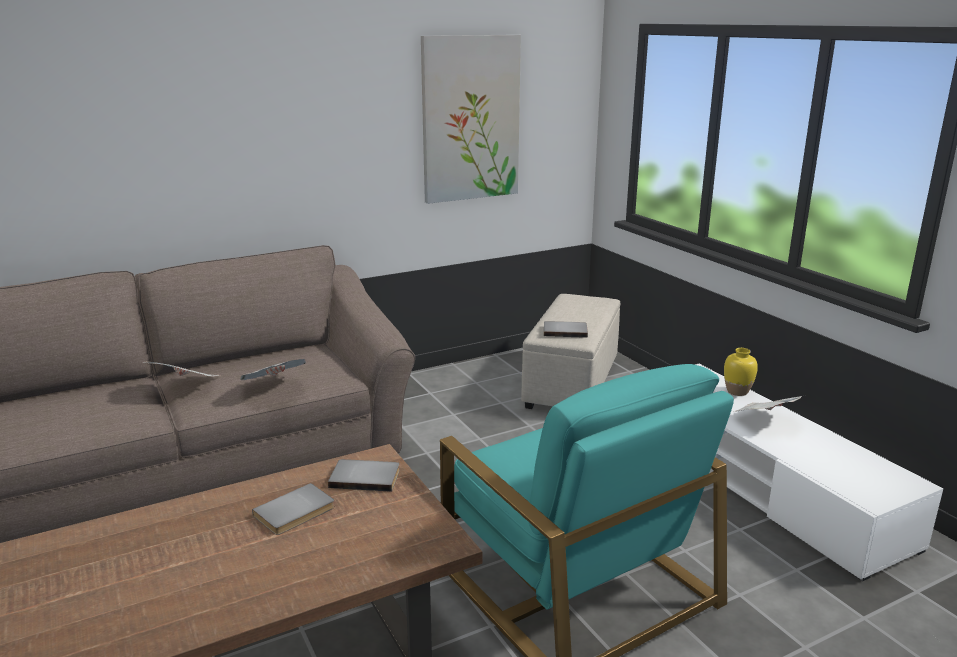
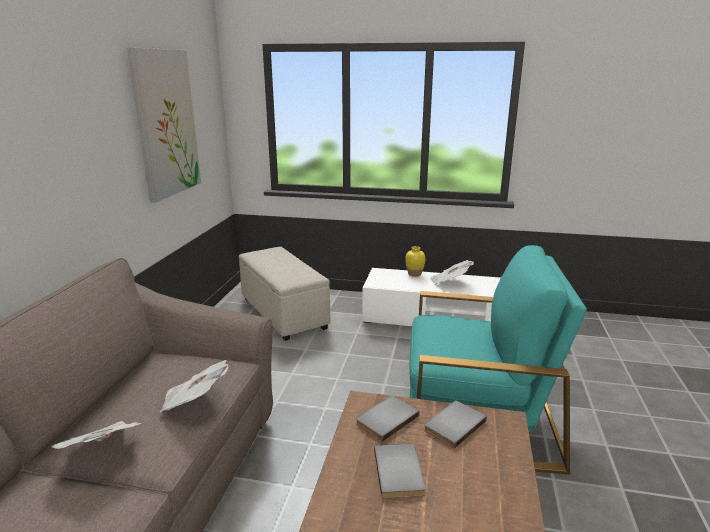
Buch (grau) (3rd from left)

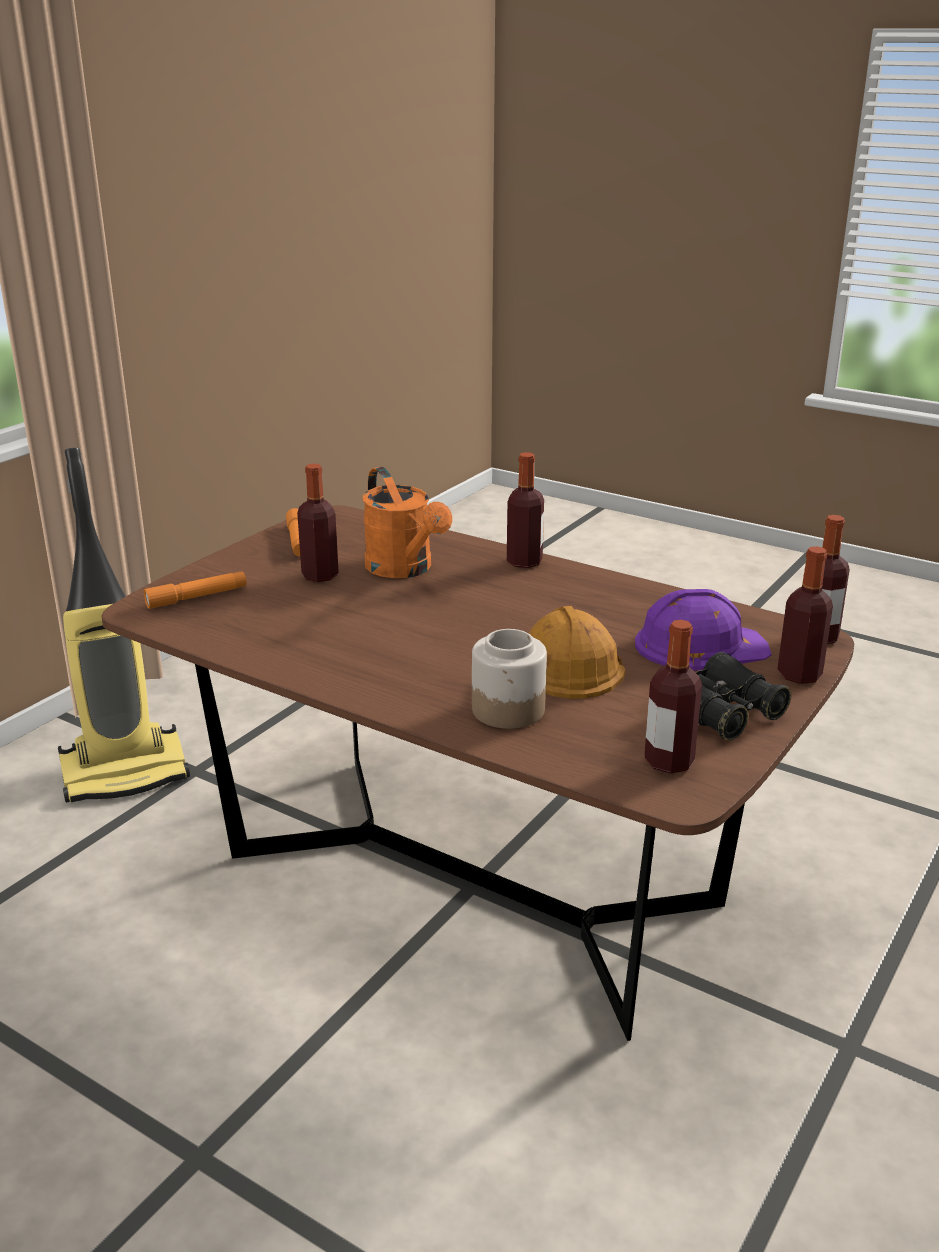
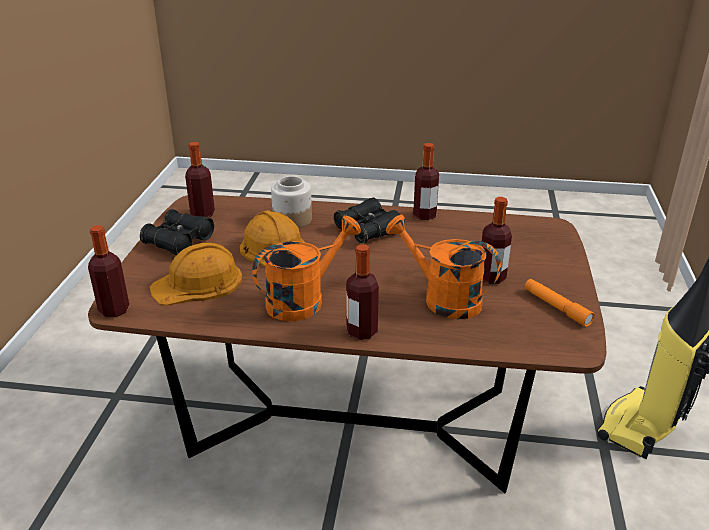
Schutzhelm (orange) (1st from left)
Gießkanne (orange) (1st from left)
Fernglas (schwarz) (2nd from left)
Flasche (4th from left)
Taschenlampe (orange) (1st from left in the first image)

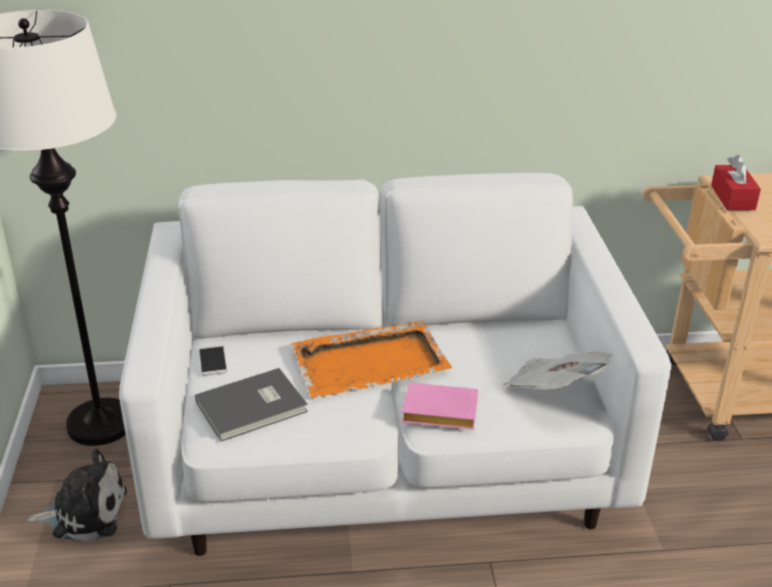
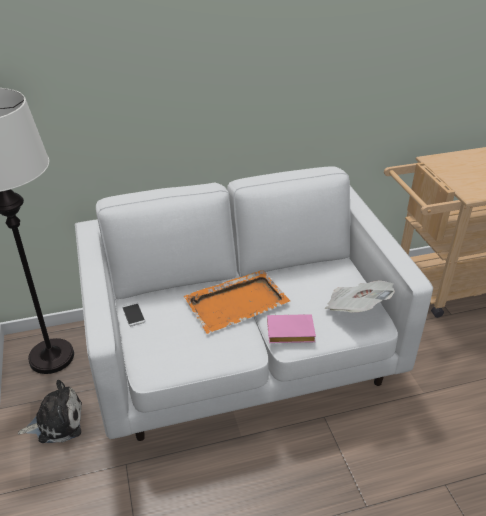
Buch (grau)
Taschentuchbox (rot)

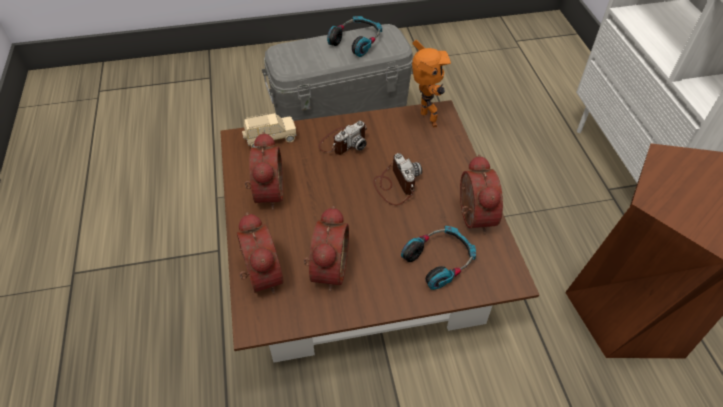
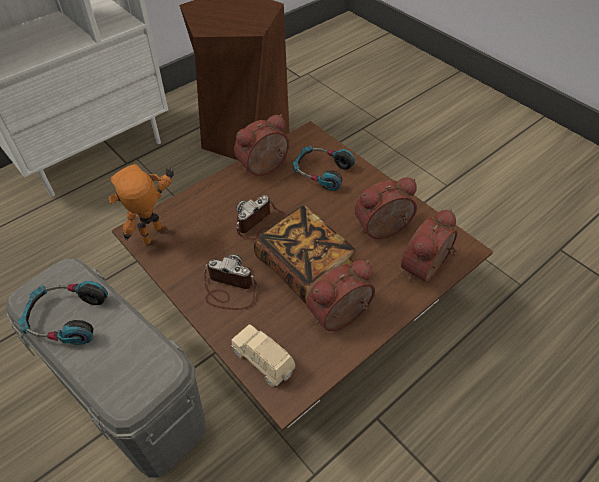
Buch

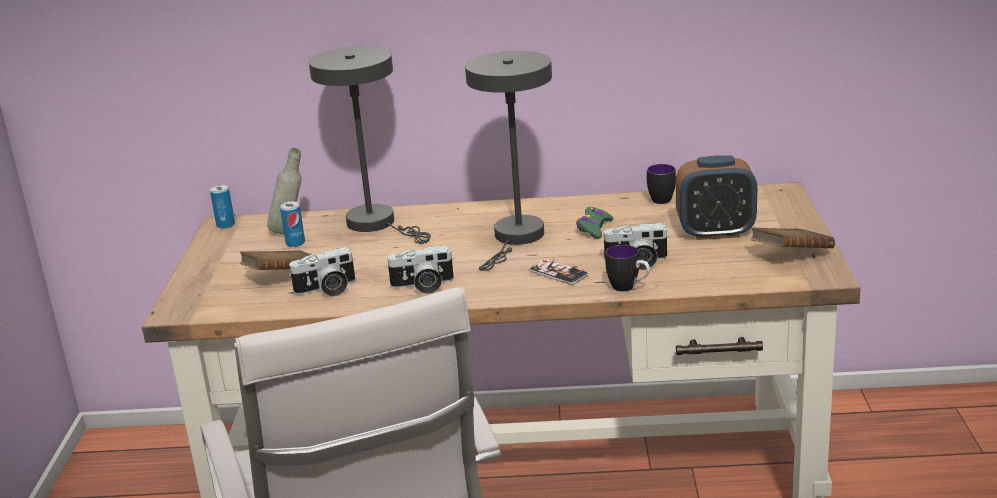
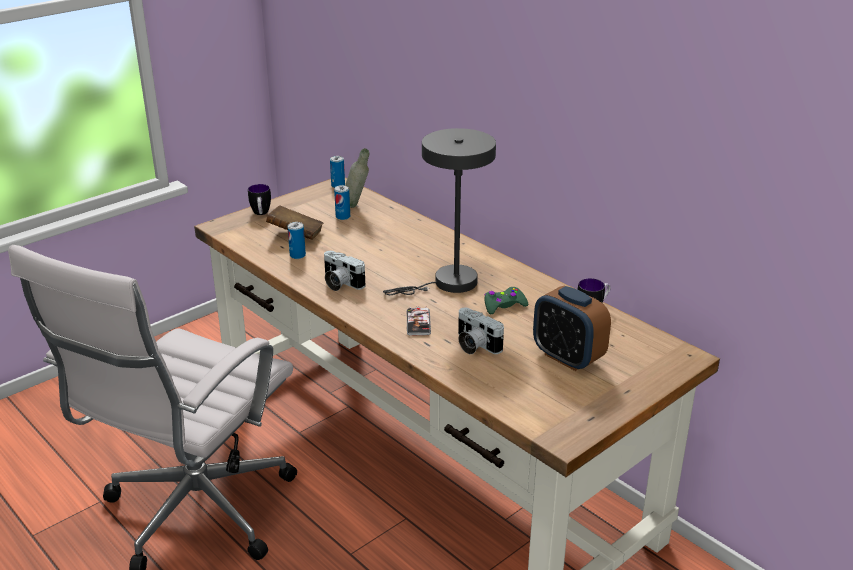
Henkelbecher (1st from left)
Dose (1st from left)
Tischlampe (grau) (1st from left in the first image)
Buch (braun) (2nd from left in the first image)

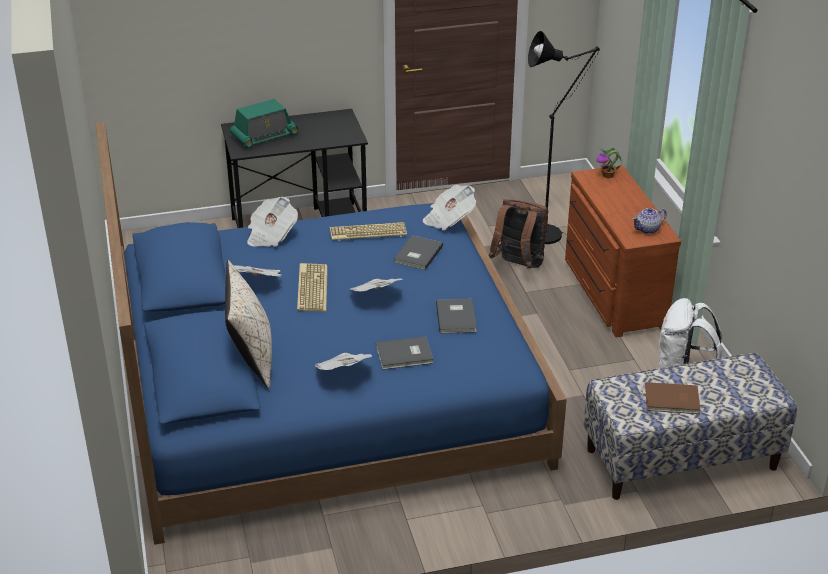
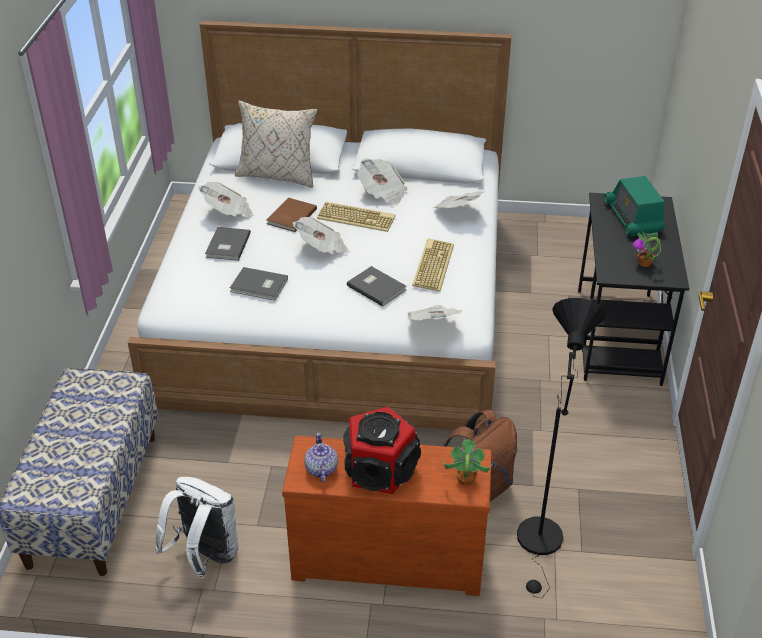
Bett (weiß)
Buch (braun)
Lautsprecher
Topfpflanze (2nd from left)

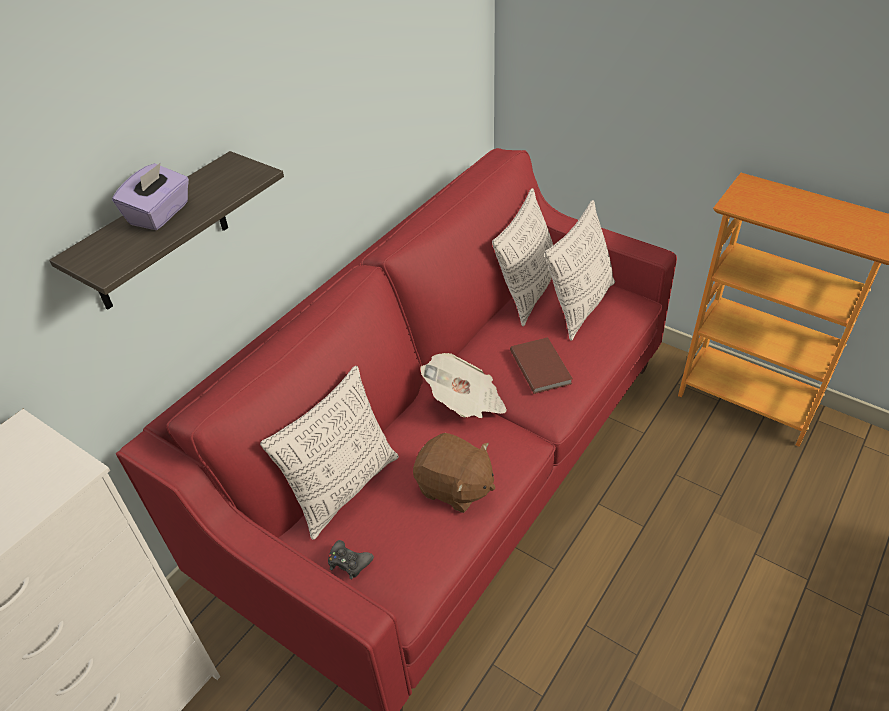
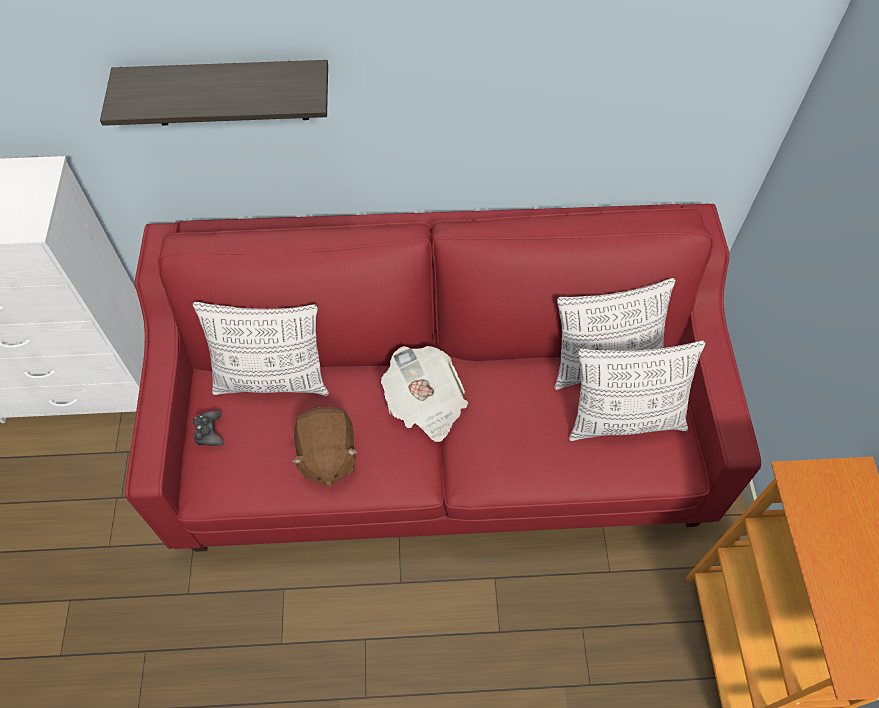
Taschentuchbox (lila)
Buch (braun)

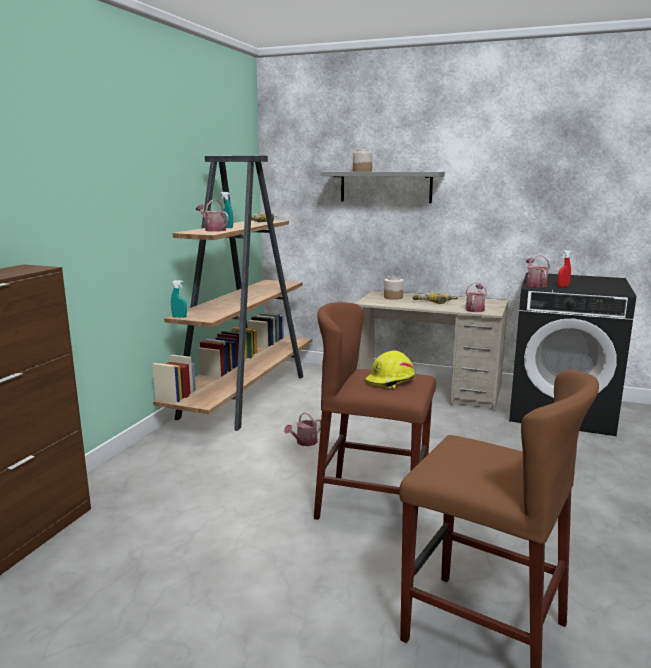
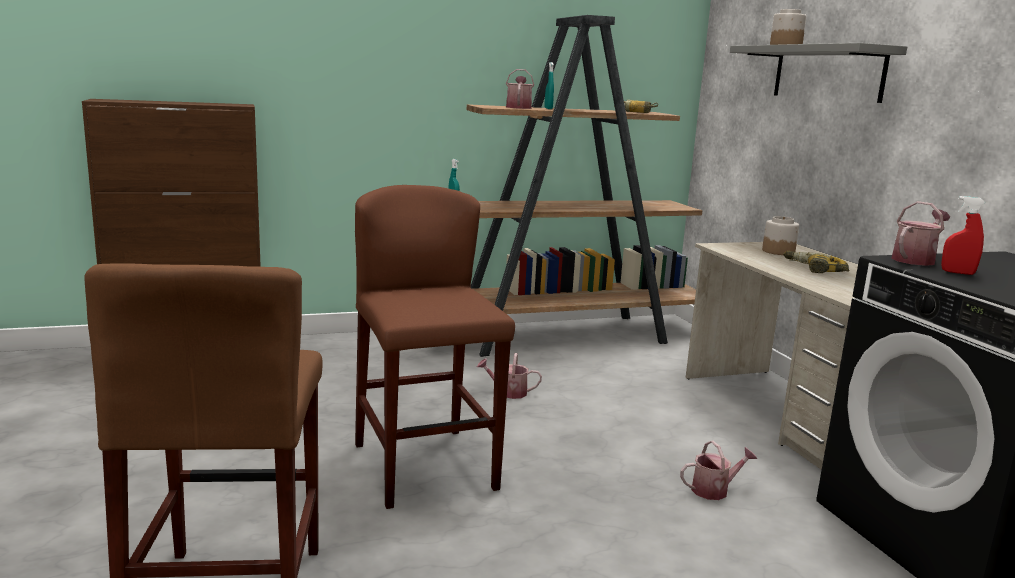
Gießkanne (3rd from left)
Schutzhelm (gelb)

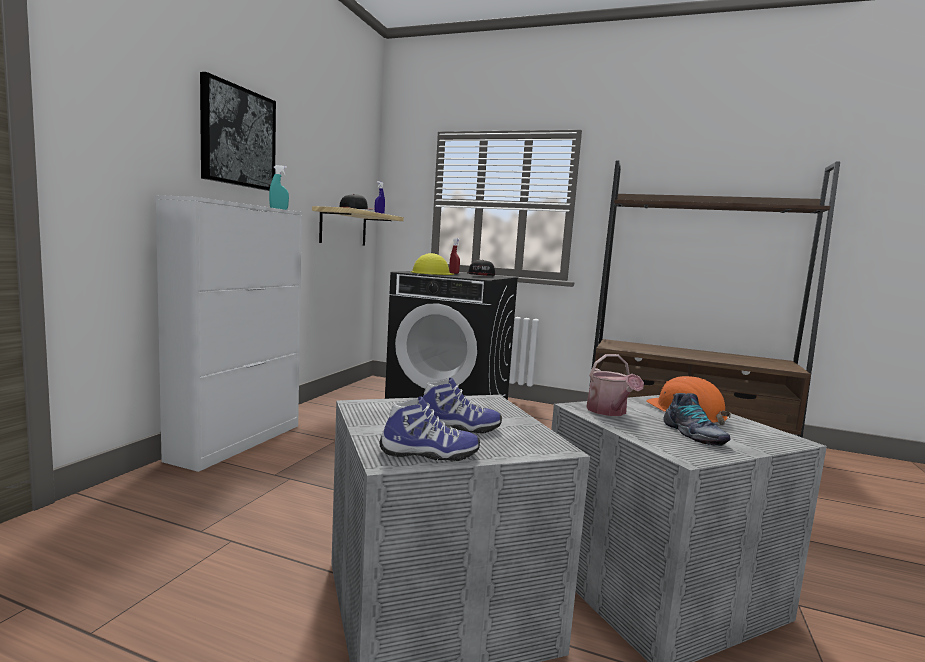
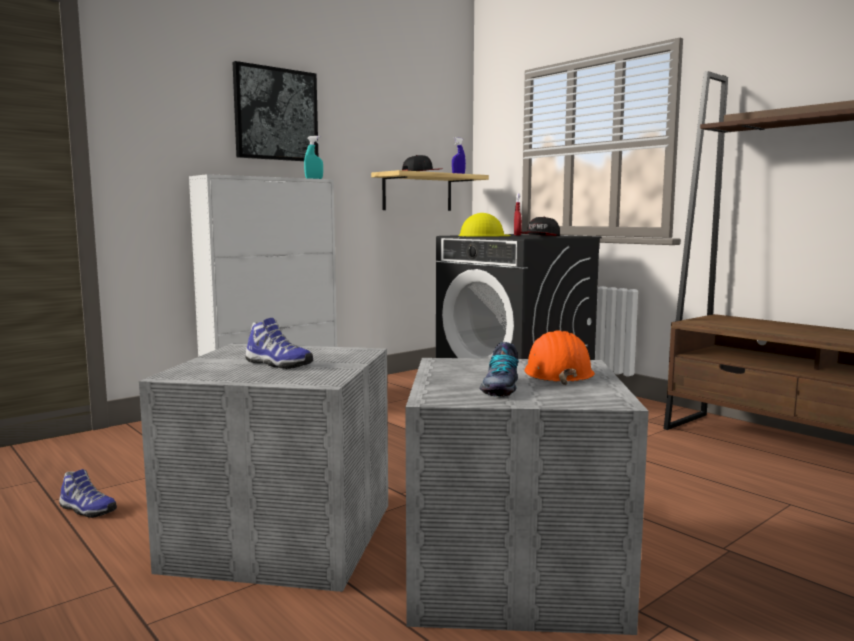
Schuh (1st from left)
Gießkanne

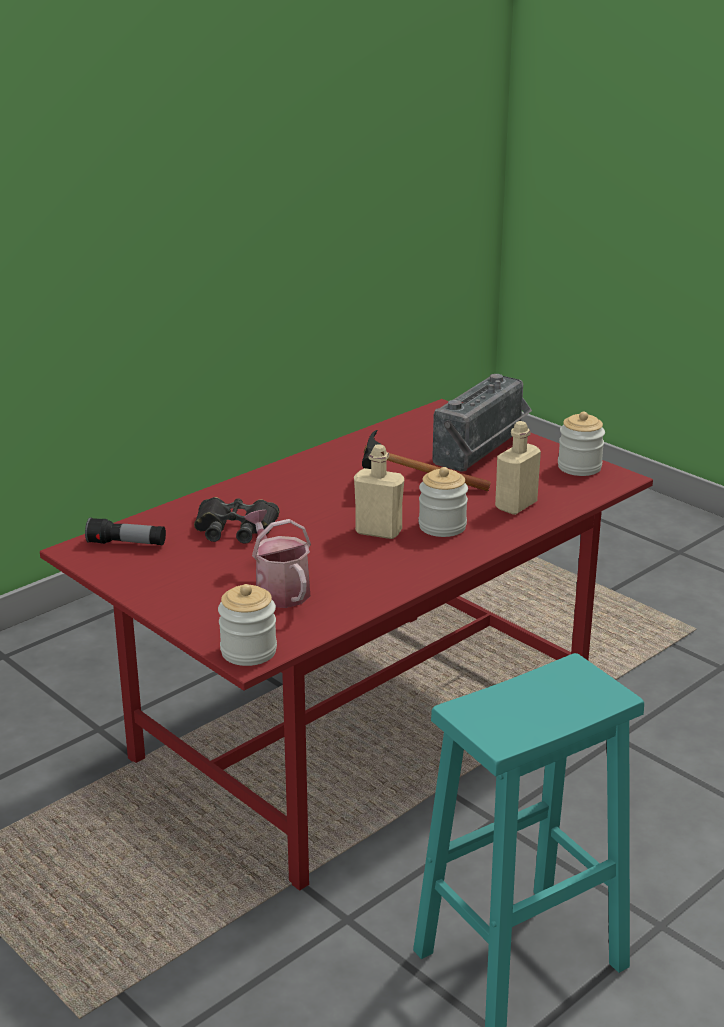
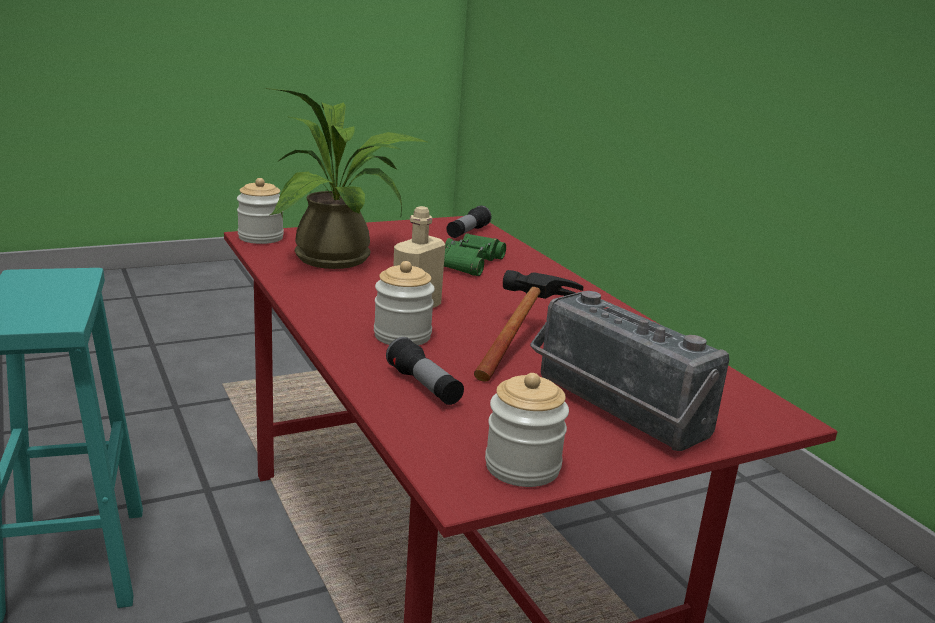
Topfpflanze
Taschenlampe (1st from left)
Fernglas (grün)

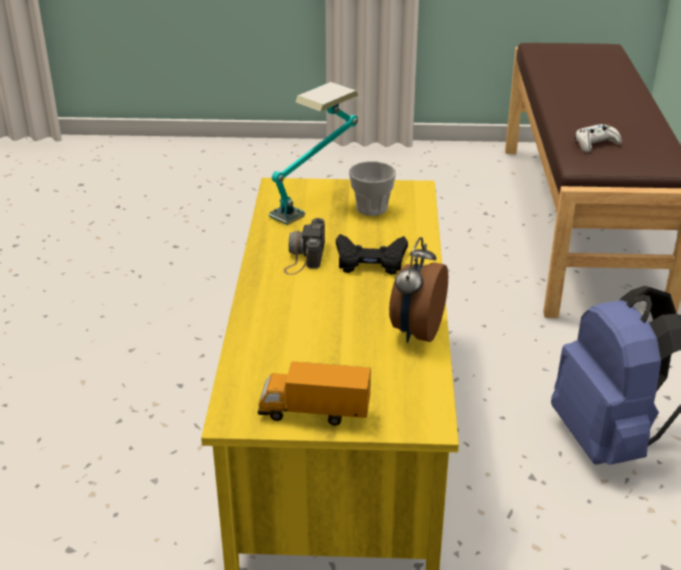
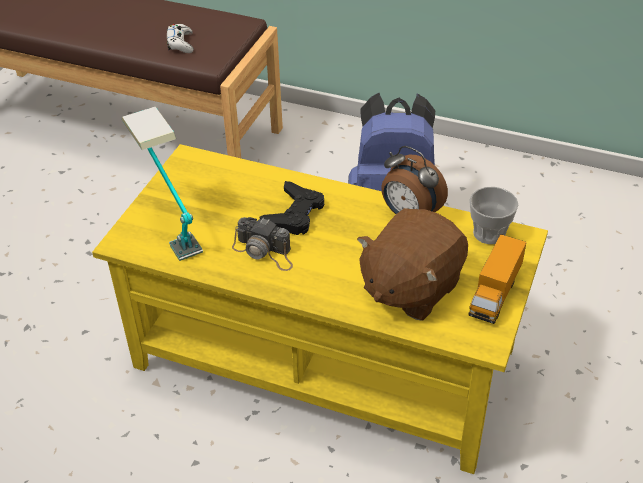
Plüschtier (braun)
Tasse

